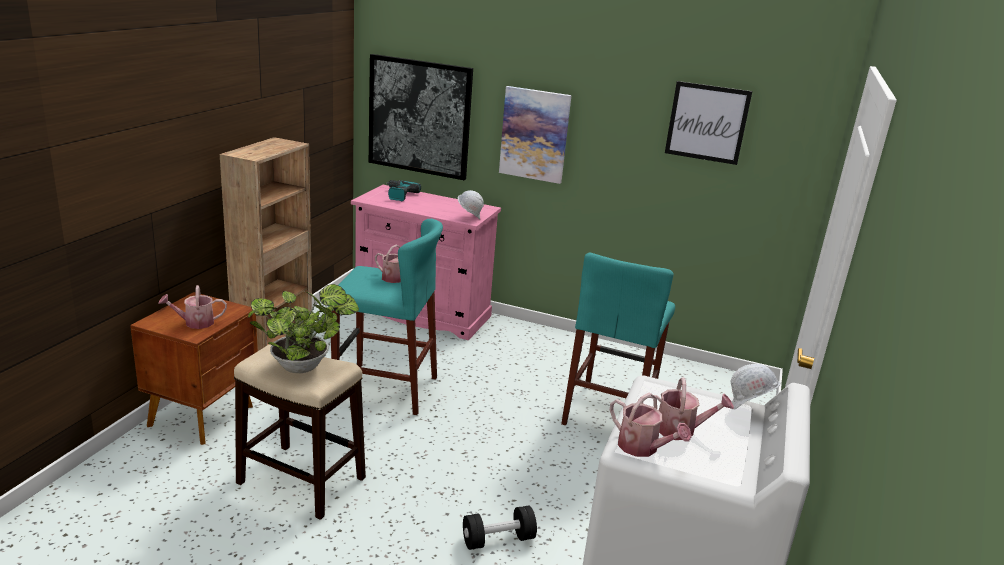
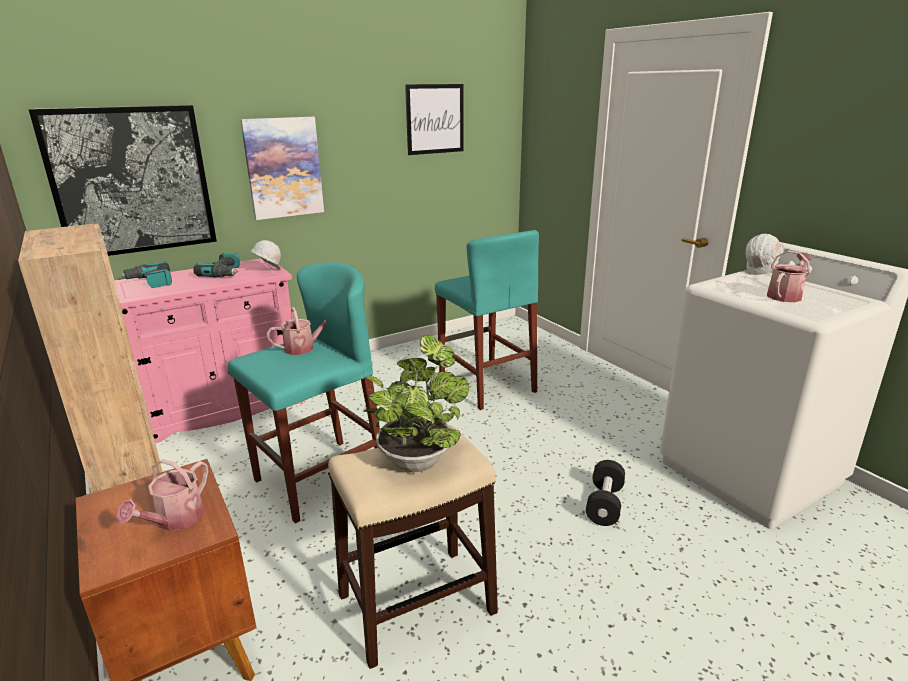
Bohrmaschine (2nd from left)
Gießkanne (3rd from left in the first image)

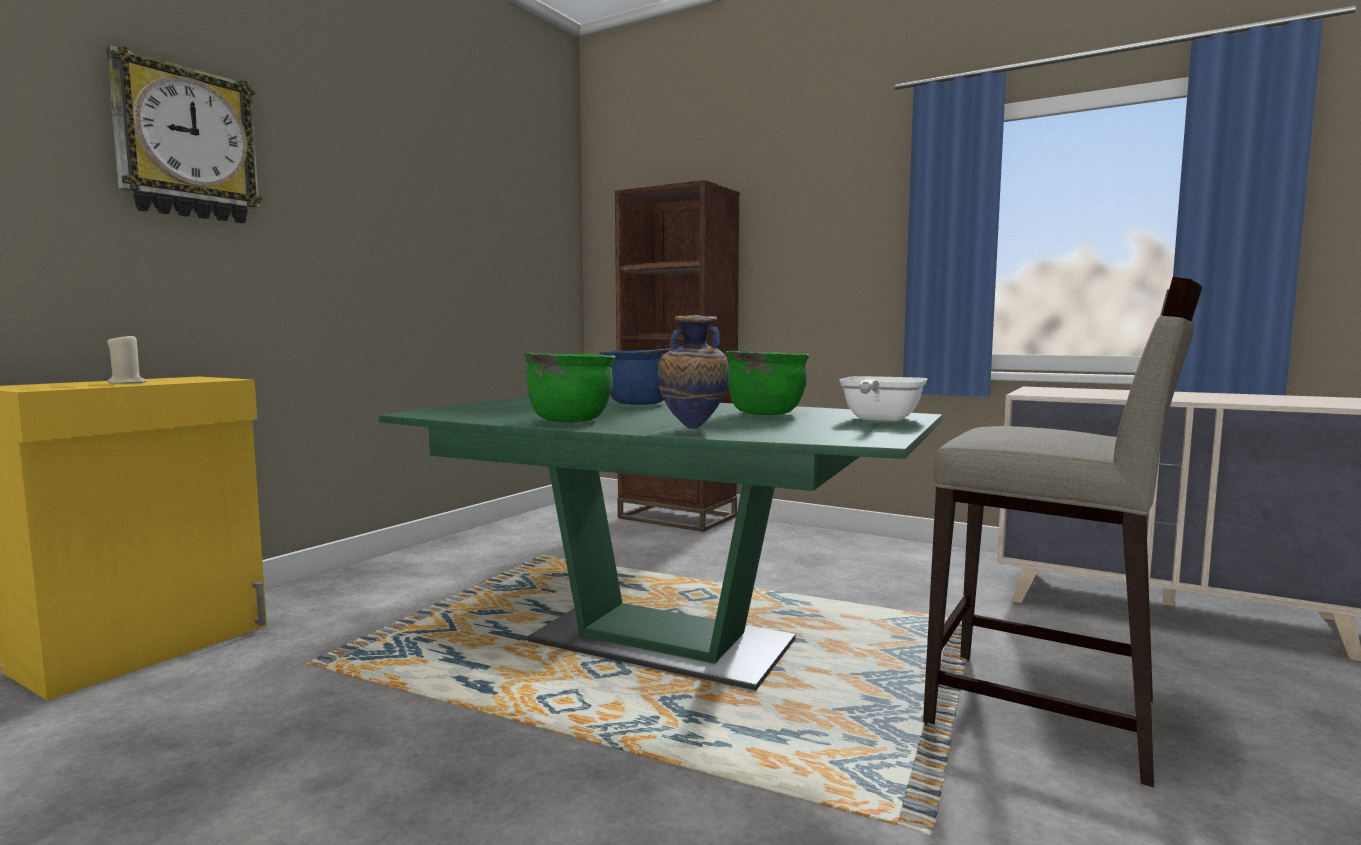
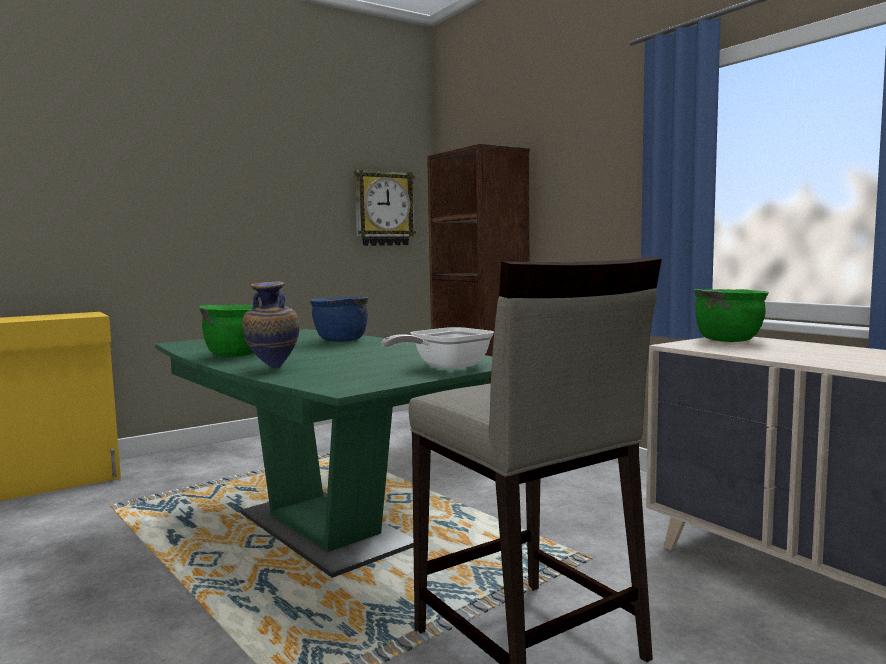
Wanduhr
Kochtopf (grün) (2nd from left)
Kerze (beige)

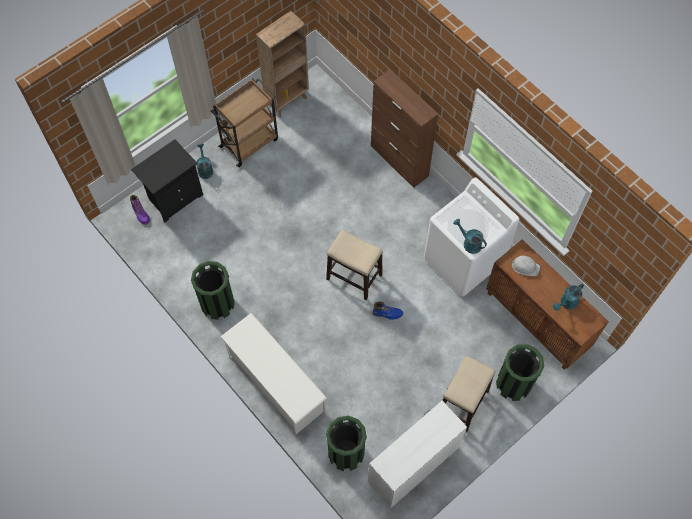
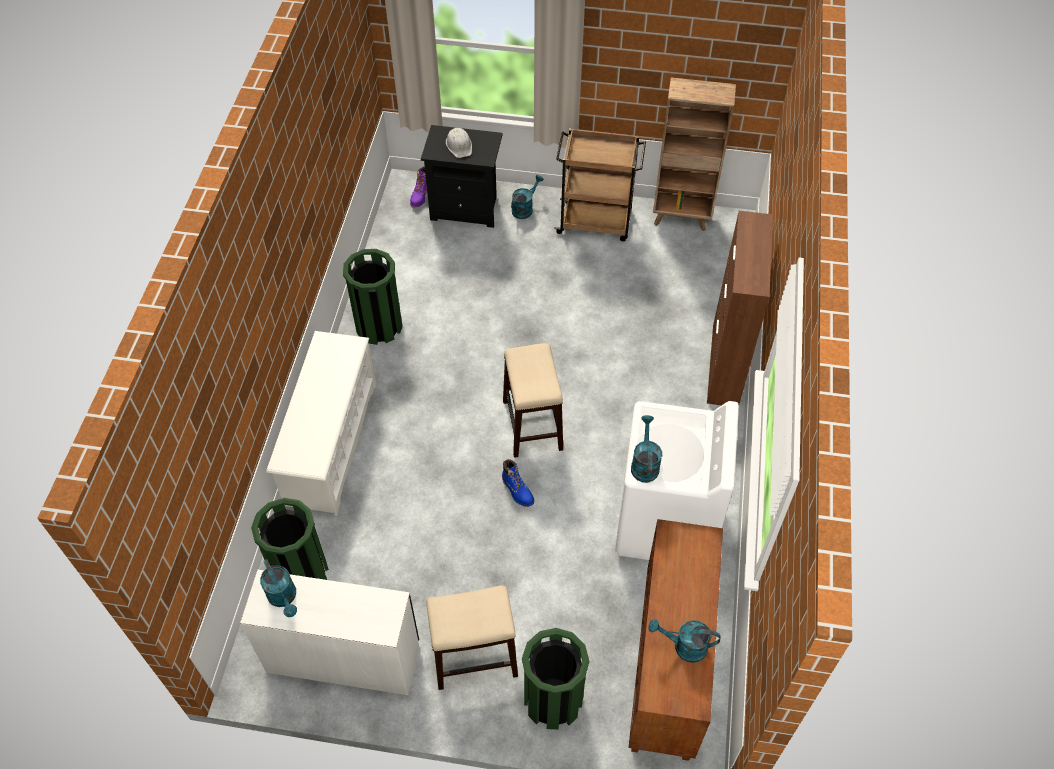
Gießkanne (türkis) (1st from left)
Schutzhelm (weiß)

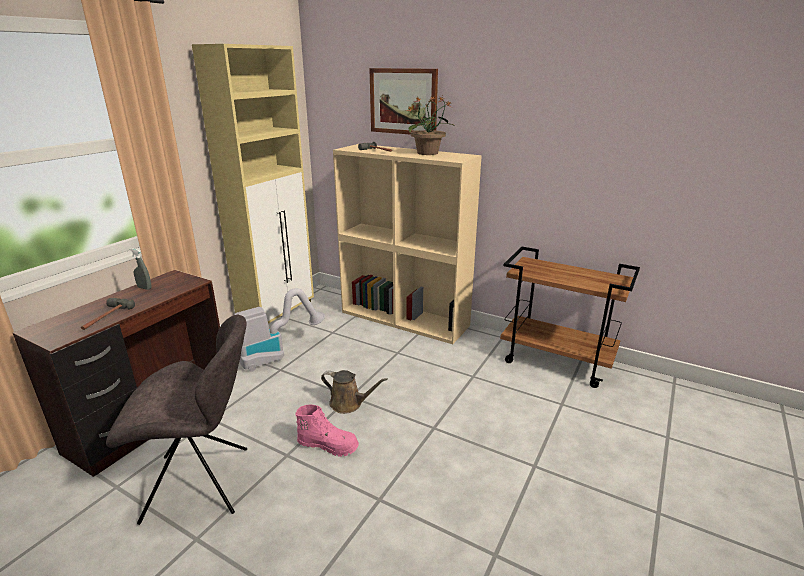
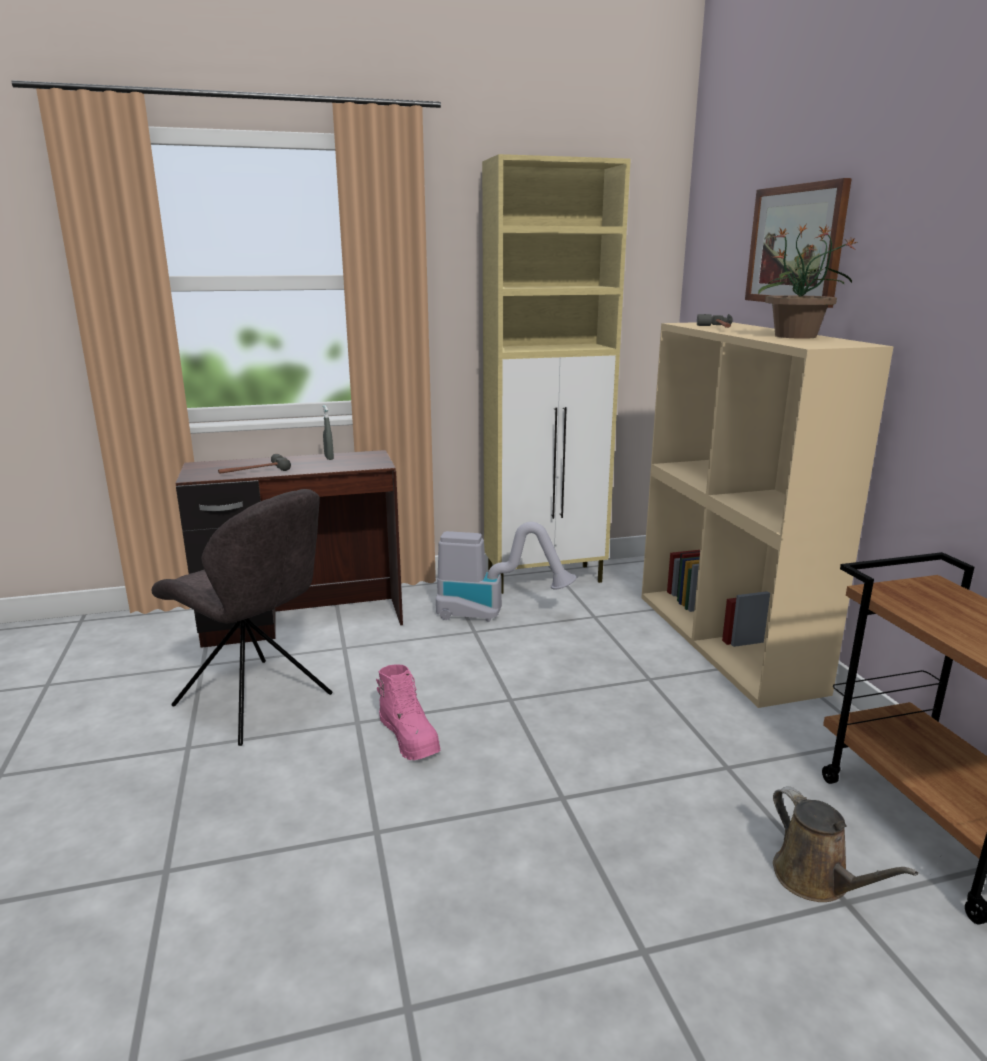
Gießkanne (braun)

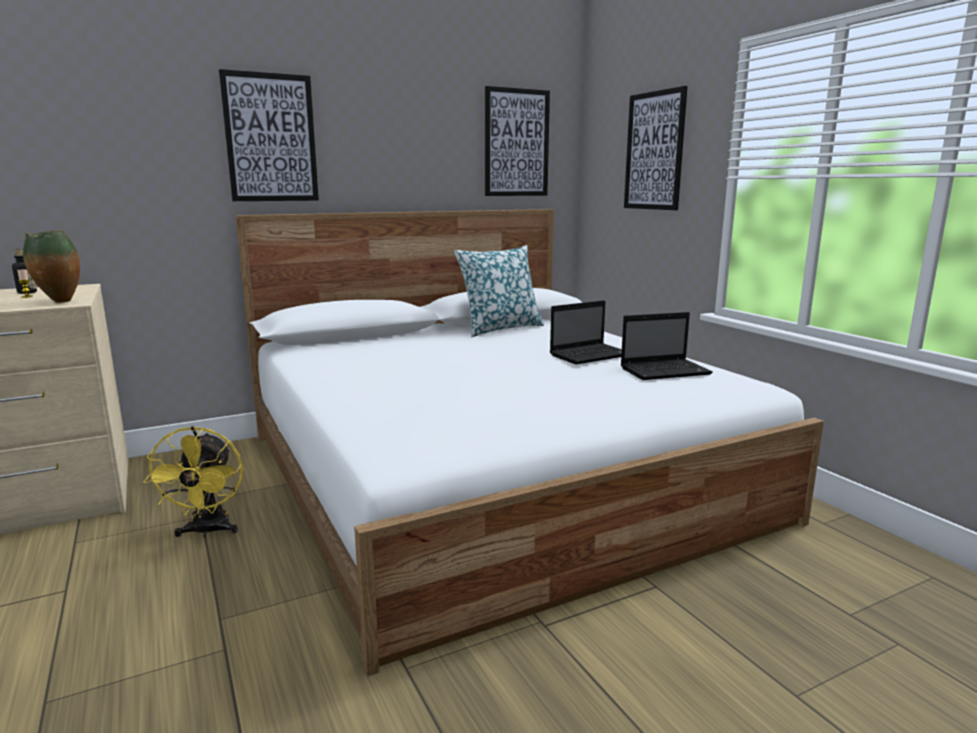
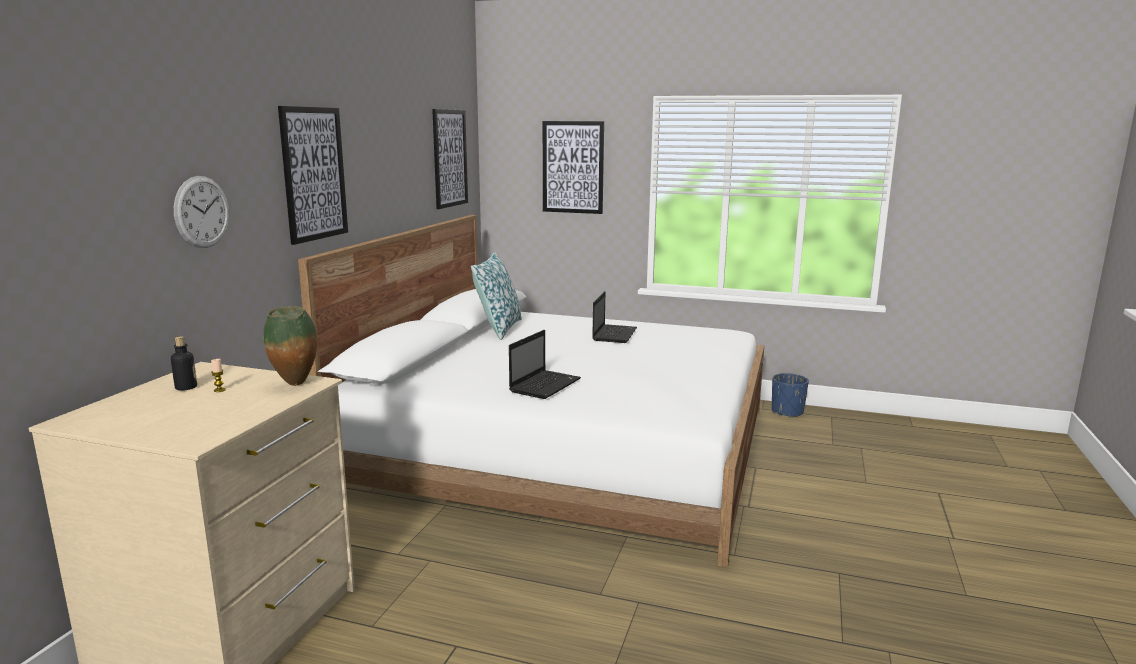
Wanduhr
Laptop (1st from left)
Pflanzkübel (blau)
Ventilator (gelb)

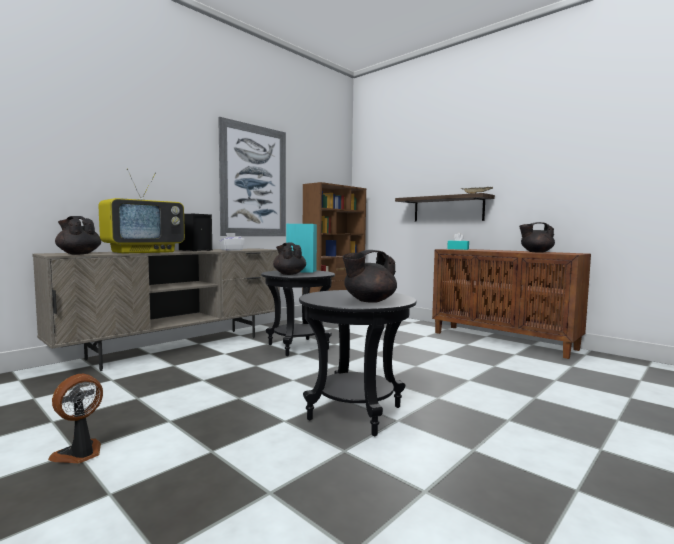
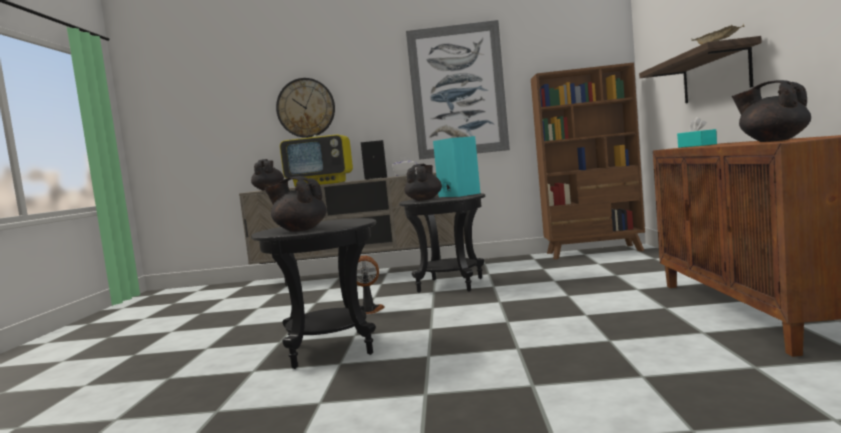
Wanduhr
Ventilator

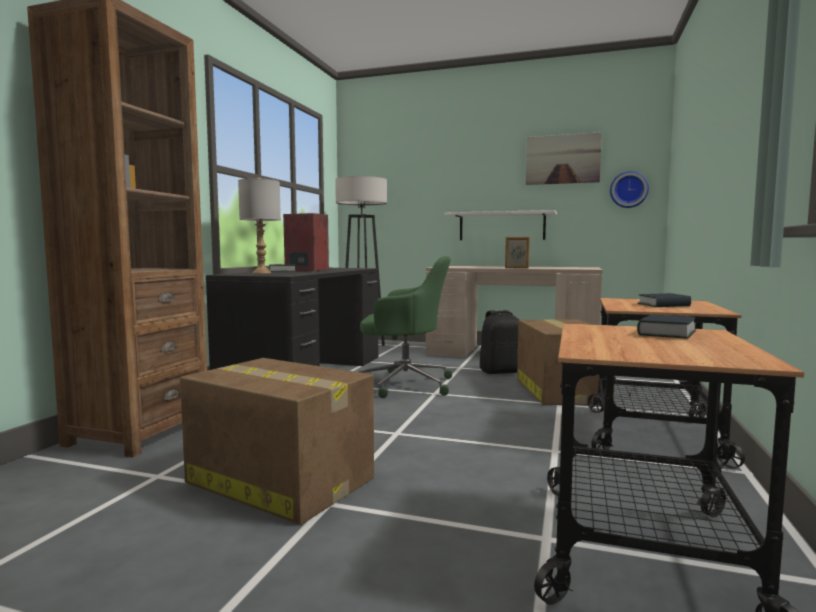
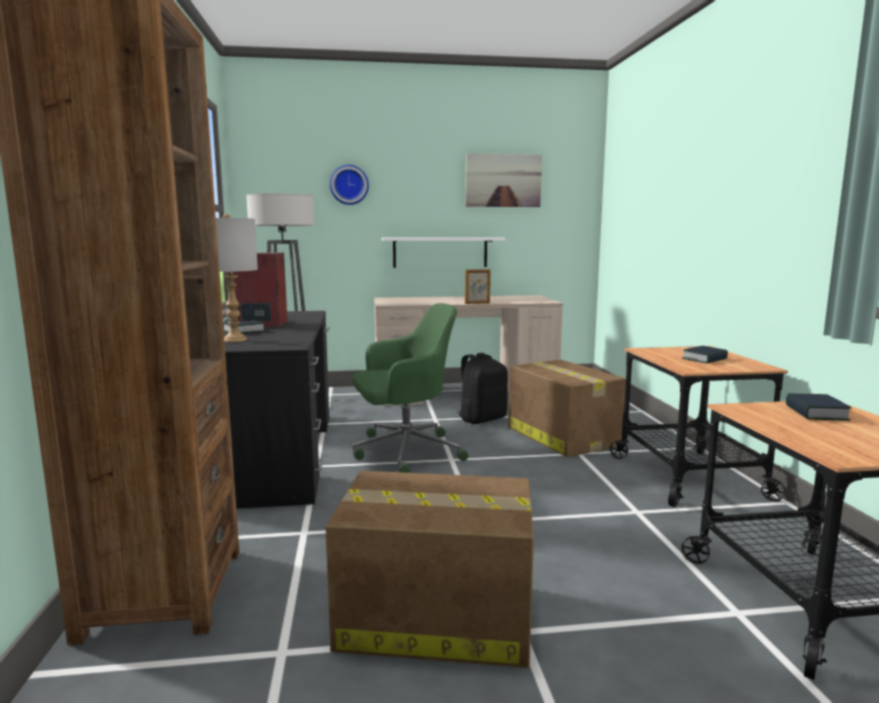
Wanduhr

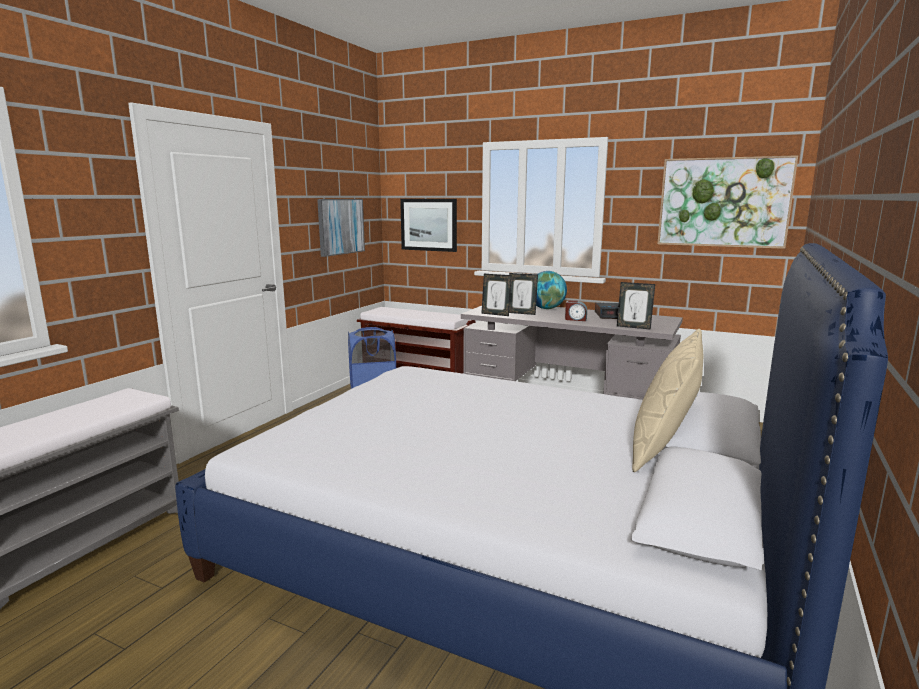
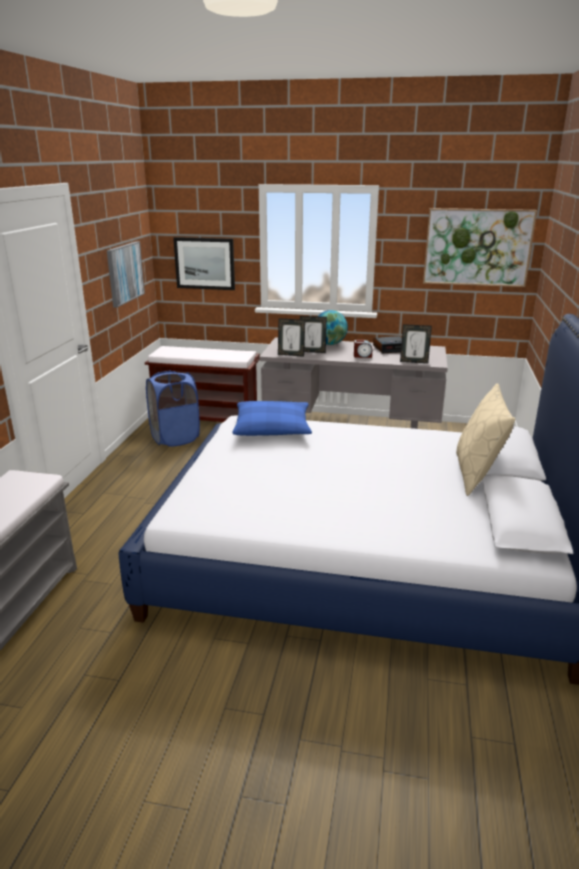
Kissen (blau)

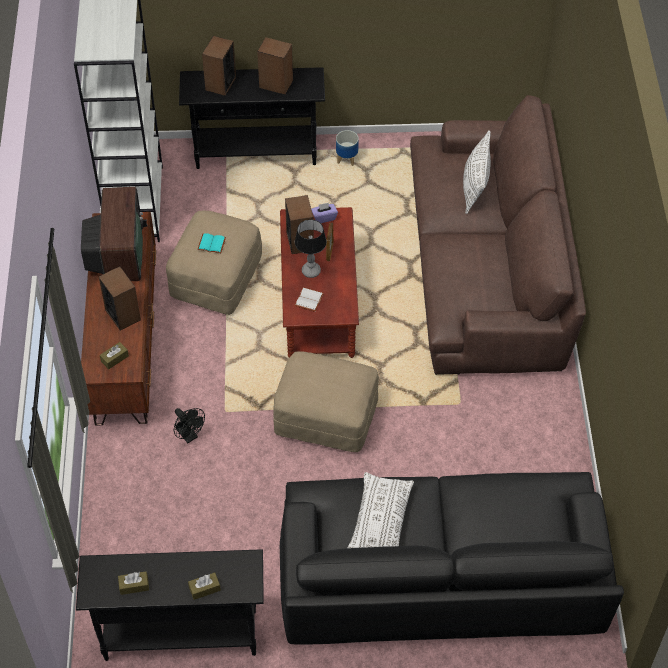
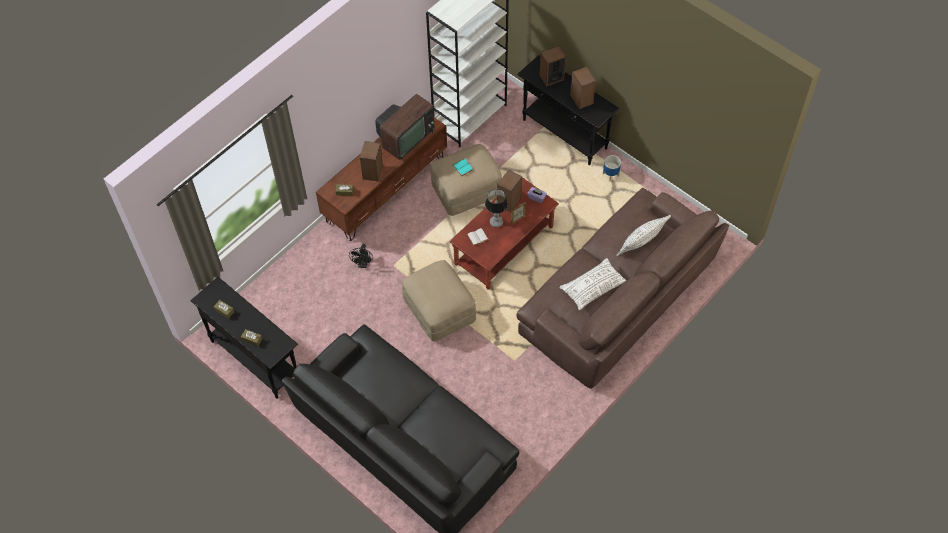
Kissen (weiß) (1st from left)

